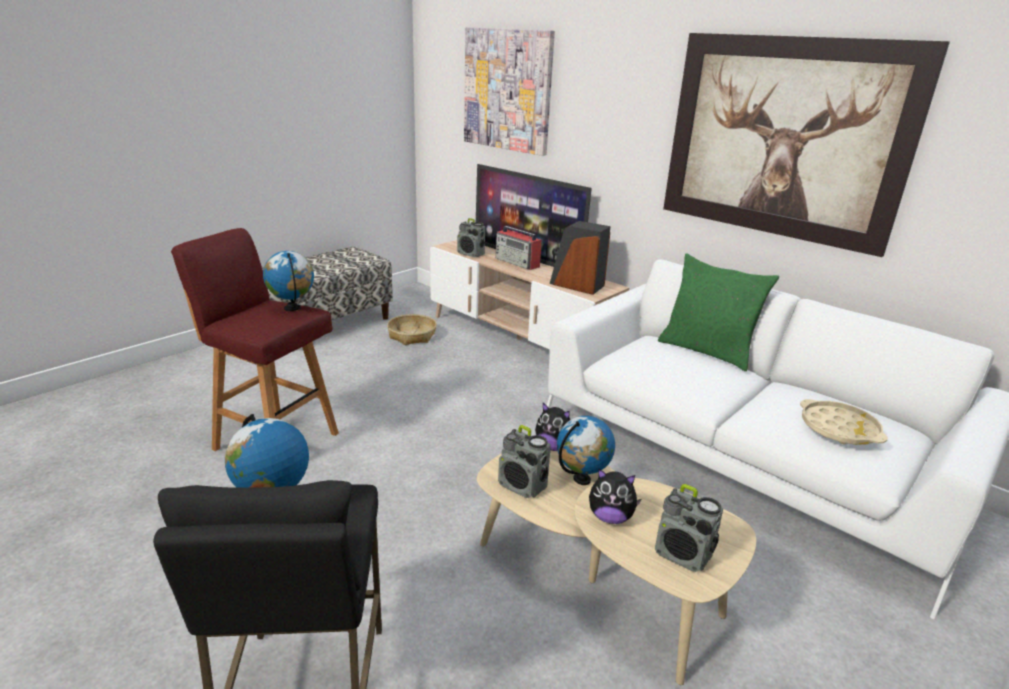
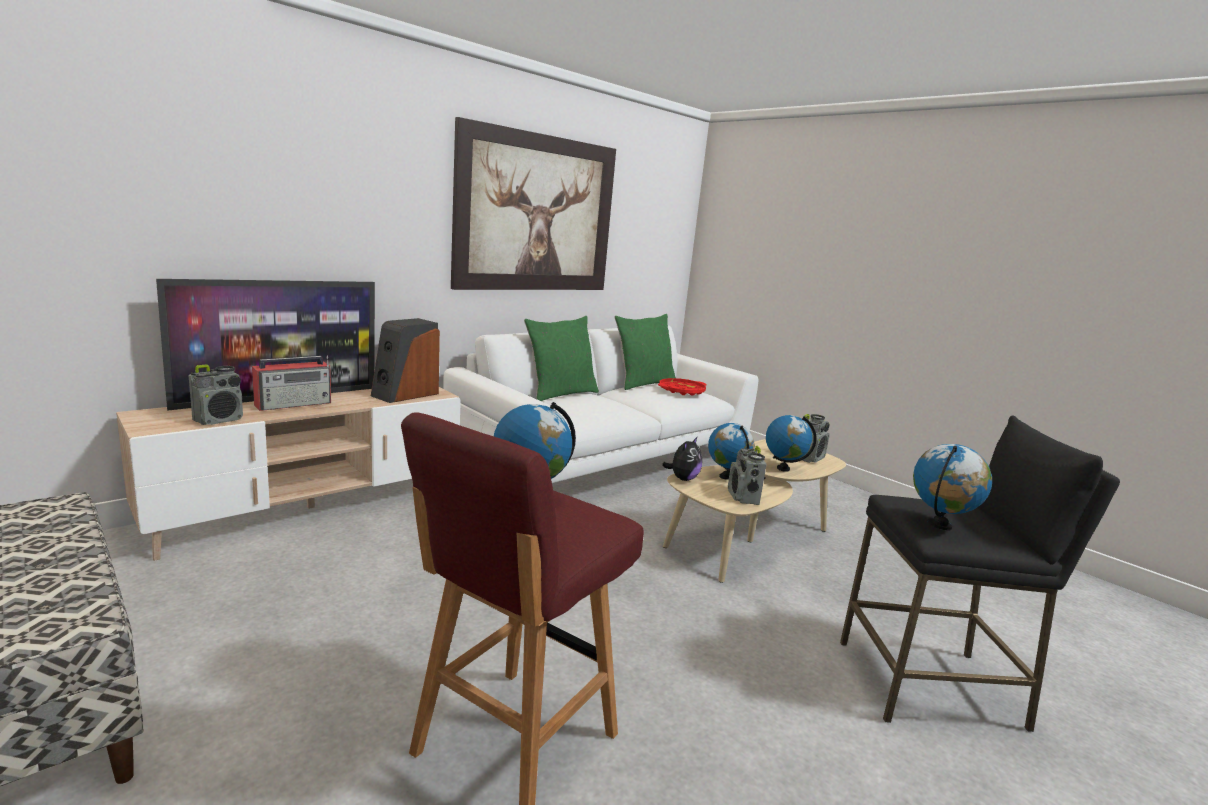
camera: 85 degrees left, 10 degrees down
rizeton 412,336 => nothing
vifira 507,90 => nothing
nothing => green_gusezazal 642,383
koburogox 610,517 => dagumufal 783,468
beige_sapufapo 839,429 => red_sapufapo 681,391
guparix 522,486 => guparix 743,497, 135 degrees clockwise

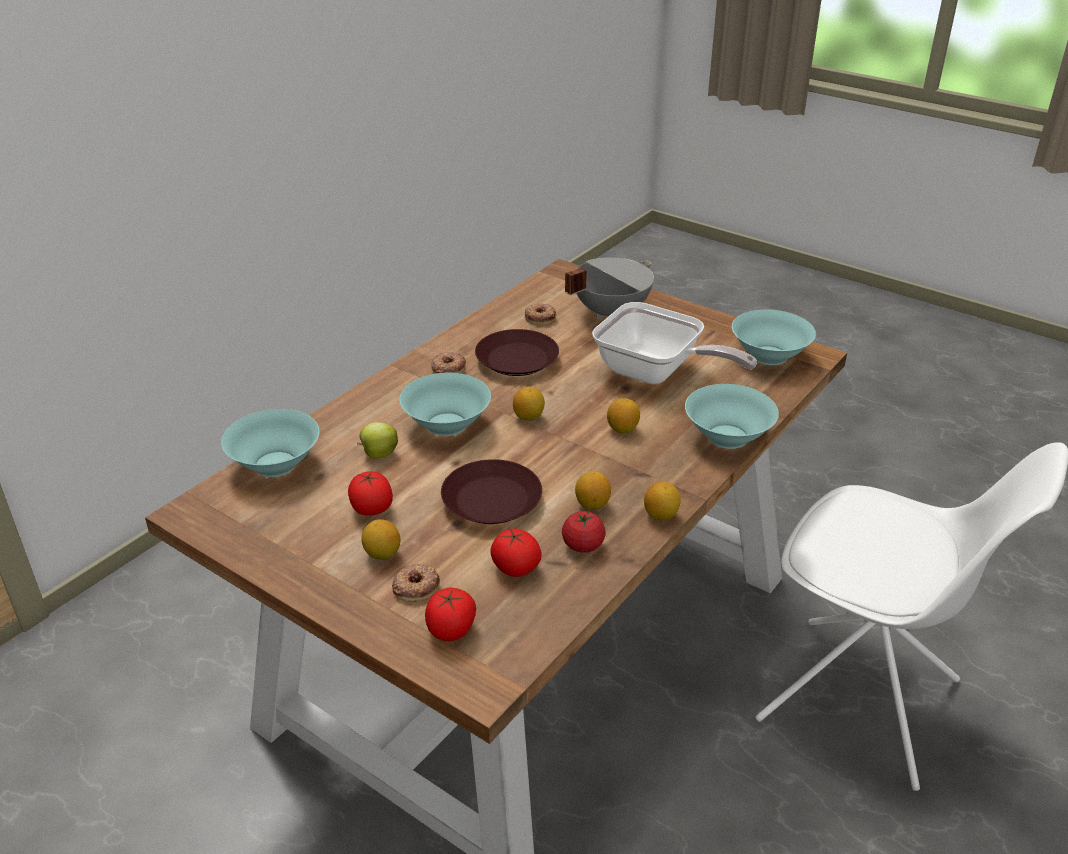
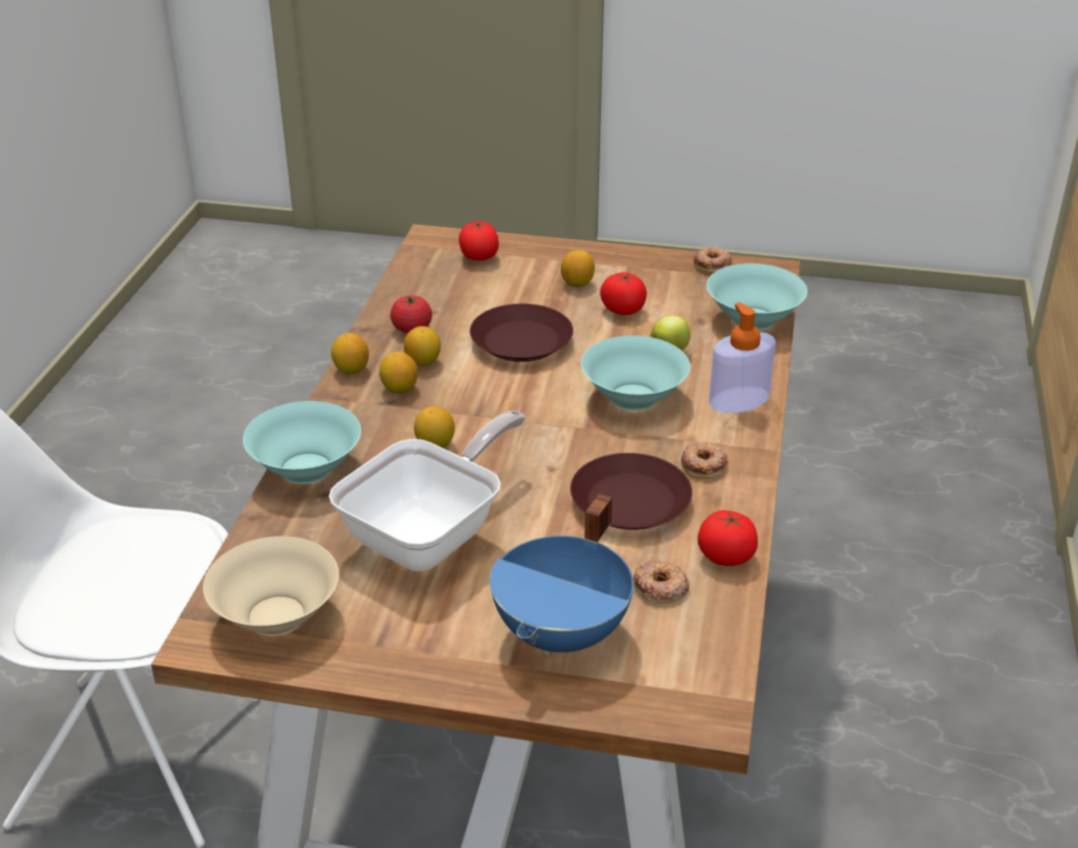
camera: 155 degrees right, 0 degrees up
nothing => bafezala 739,400
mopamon 415,586 => mopamon 712,264, shifted
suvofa 515,568 => suvofa 726,556, shifted
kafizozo 528,417 => kafizozo 399,389, shifted
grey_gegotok 609,312 => blue_gegotok 564,634
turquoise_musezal 769,356 => beige_musezal 276,615
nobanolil 656,373 => nobanolil 432,534, 120 degrees clockwise

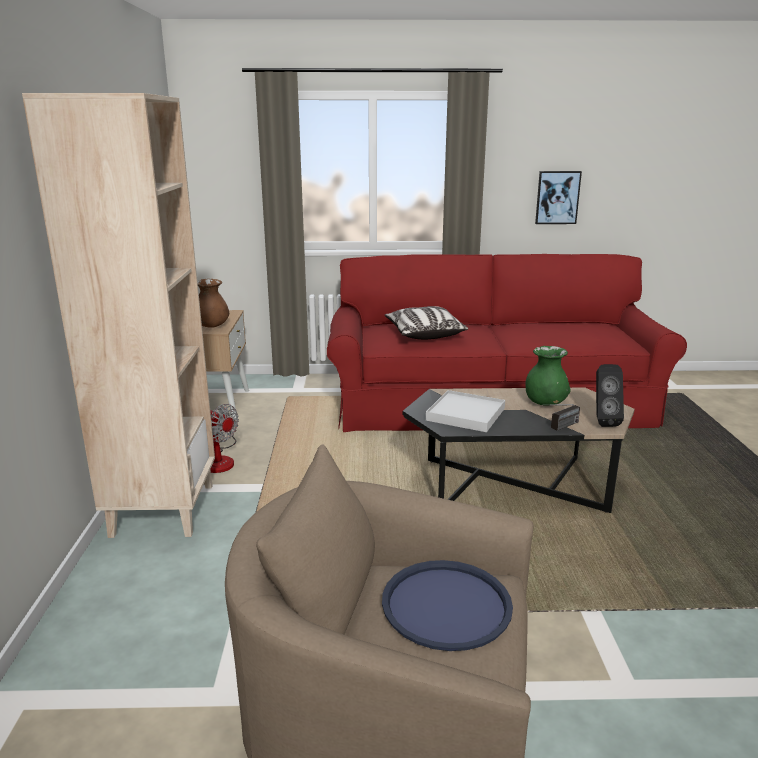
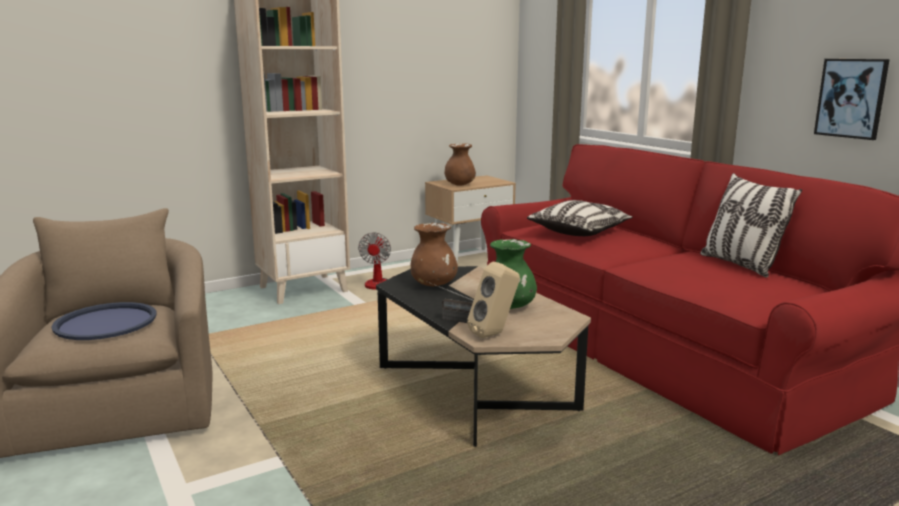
camera: 60 degrees right, 5 degrees down
nothing => gusezazal 740,265
white_sapufapo 465,414 => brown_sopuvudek 434,284
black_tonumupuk 602,421 => beige_tonumupuk 495,334

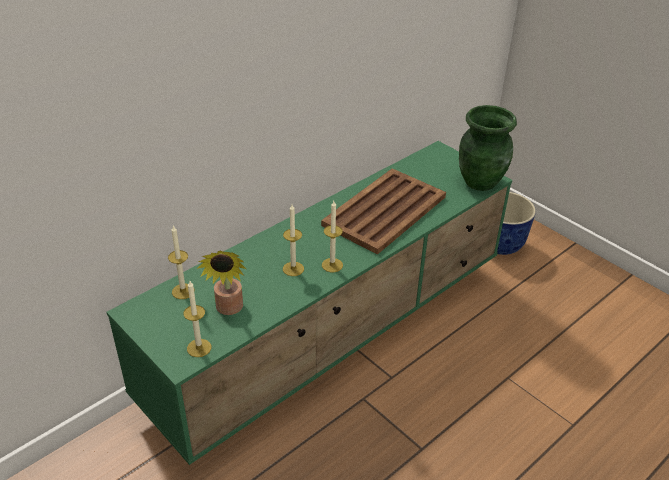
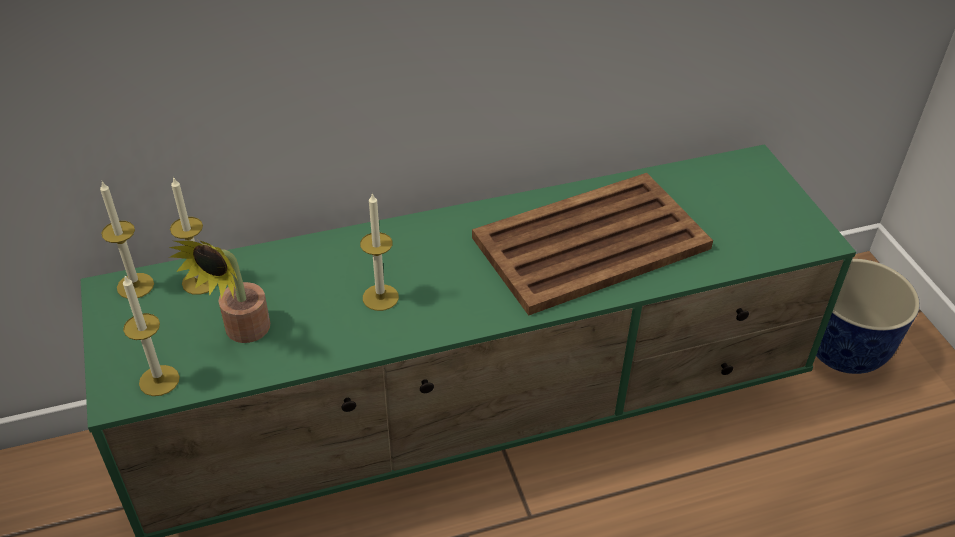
camera: 25 degrees right, 5 degrees up
green_sopuvudek 480,182 => nothing
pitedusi 332,265 => pitedusi 135,286, shifted

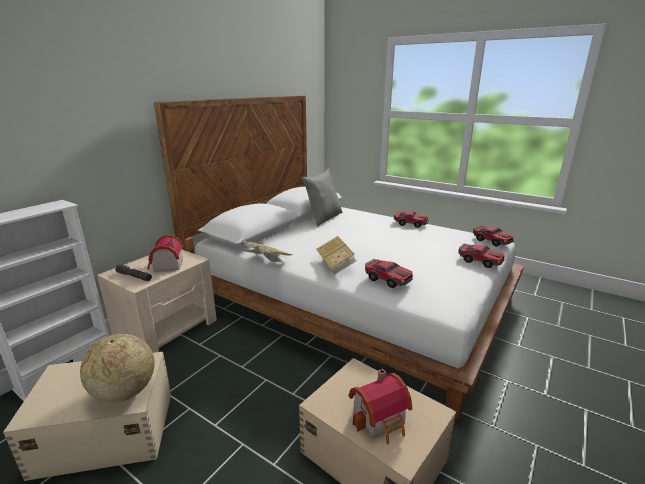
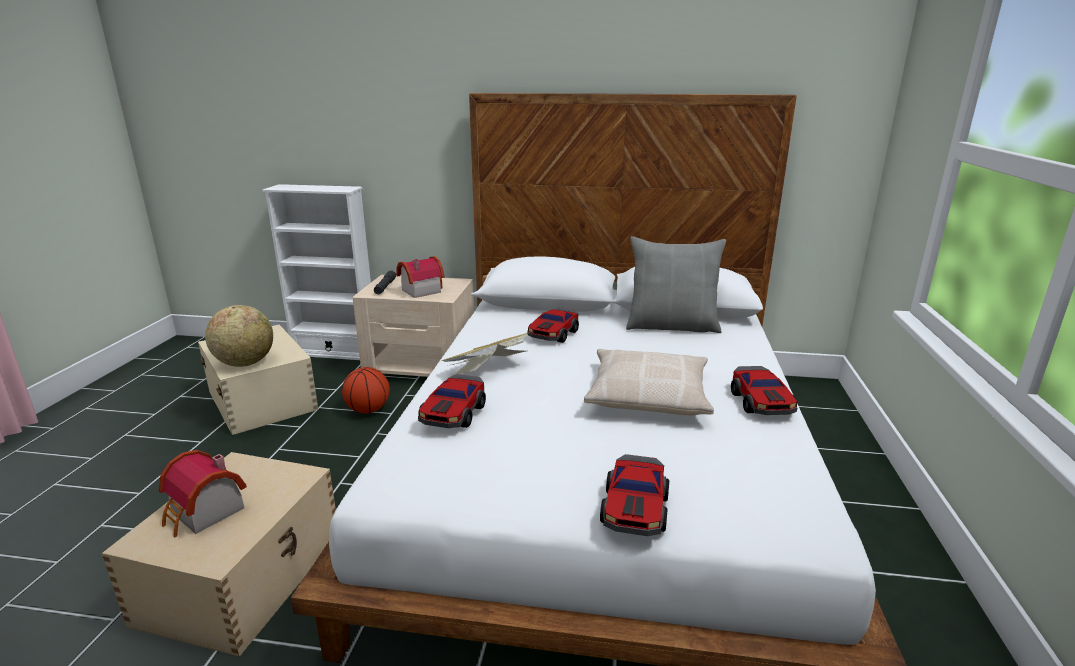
camera: 65 degrees right, 0 degrees up
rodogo 266,261 => nothing
nothing => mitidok 368,410
nothing => beige_gusezazal 648,394
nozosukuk 492,240 => nozosukuk 554,334, shifted

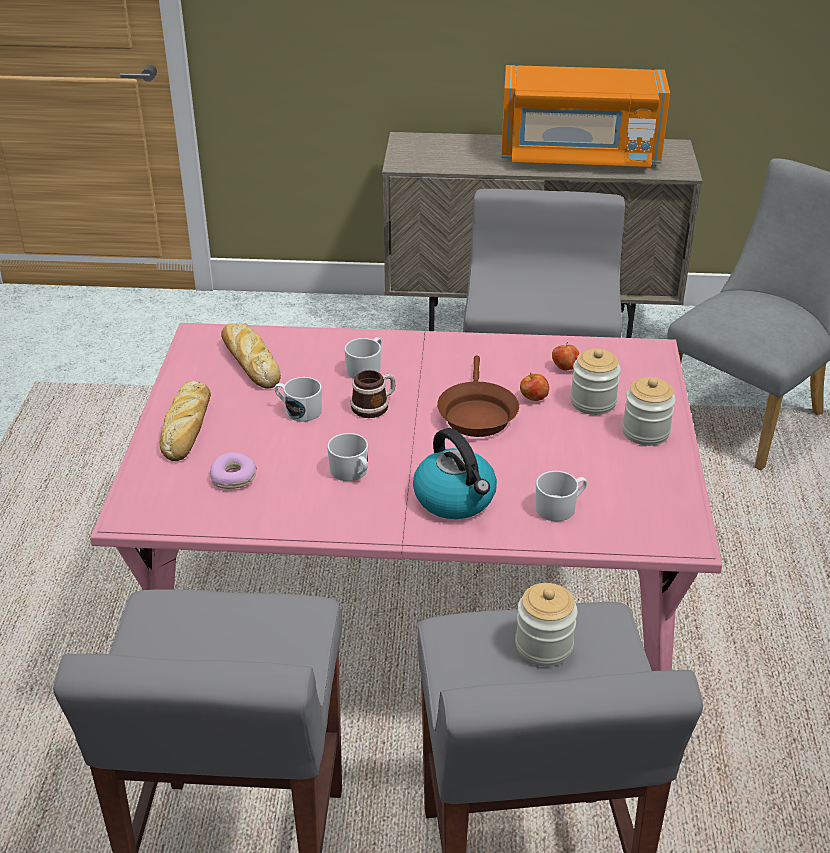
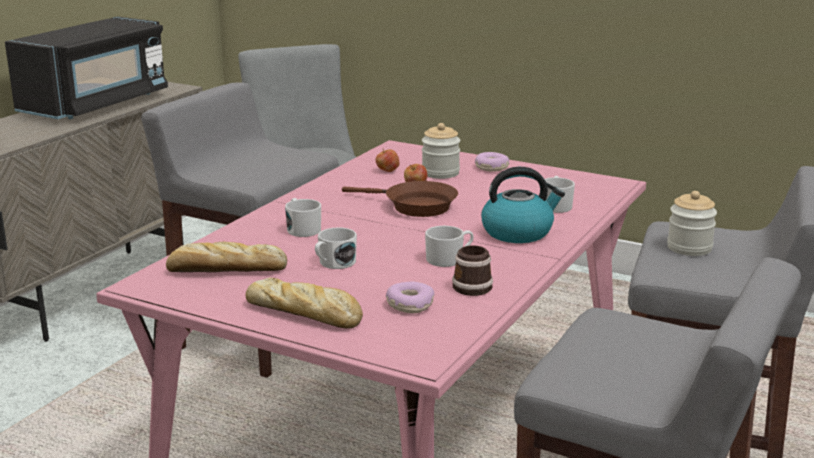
camera: 65 degrees left, 15 degrees down
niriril 374,406 => niriril 470,285, shifted
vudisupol 645,432 => mopamon 492,168
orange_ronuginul 579,156 => black_ronuginul 97,104

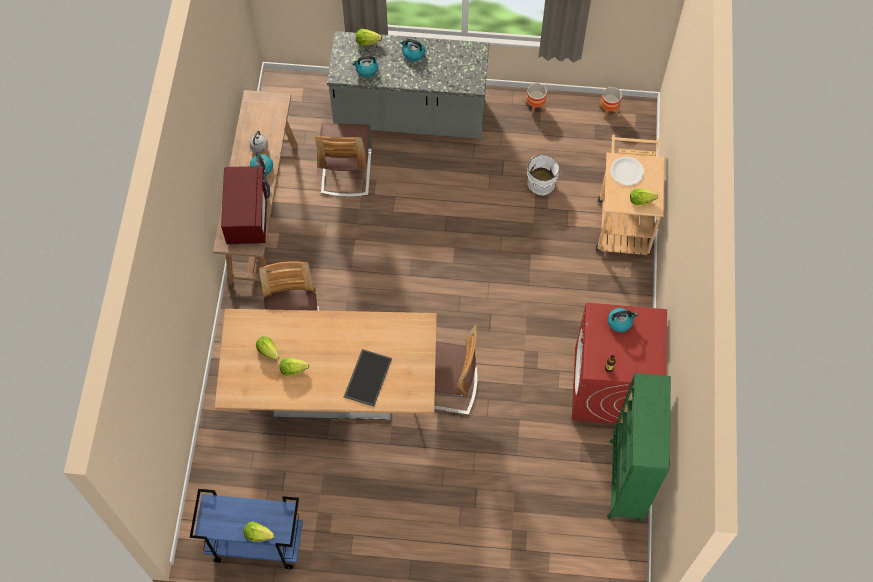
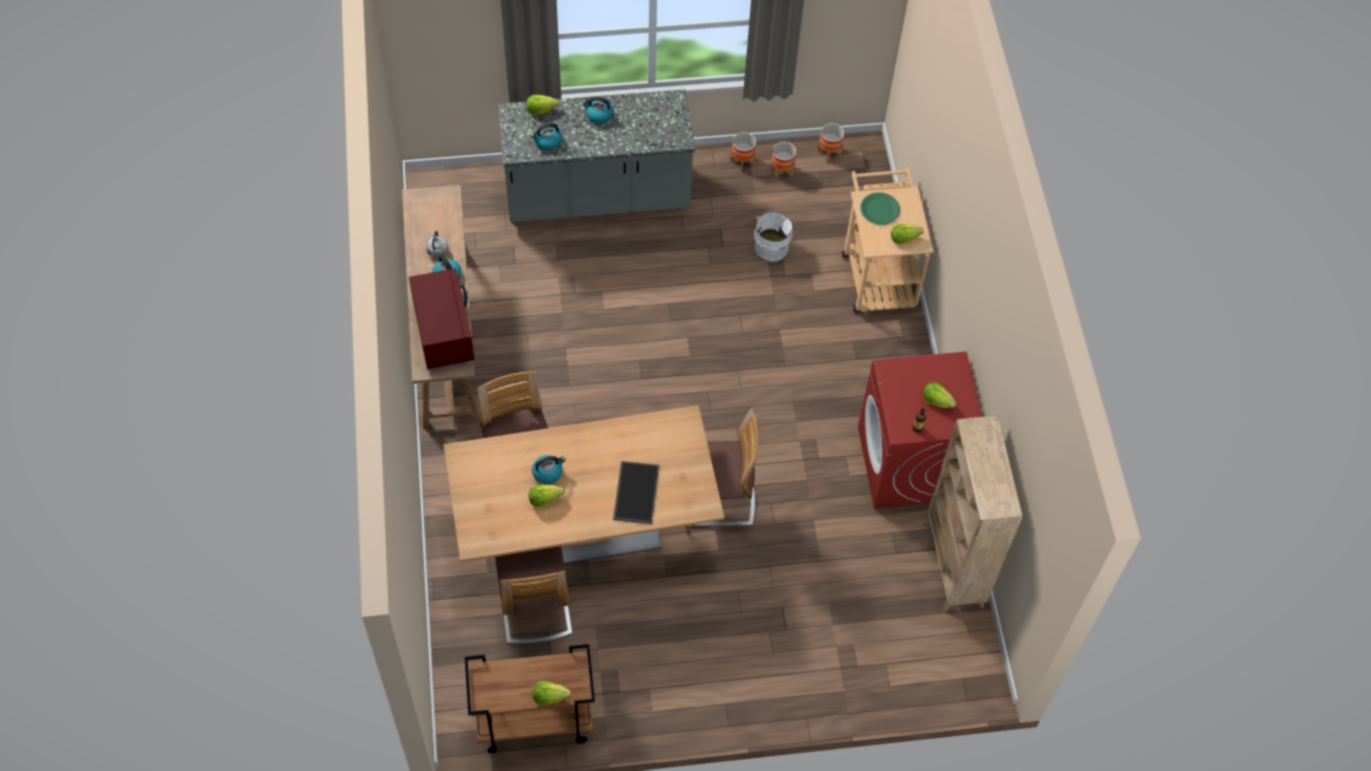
camera: 15 degrees left, 5 degrees down
nothing => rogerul 782,171
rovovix 268,351 => rovovix 936,400, shifted
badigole 346,171 => badigole 535,605, shifted
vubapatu 620,322 => vubapatu 548,472, shifted
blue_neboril 255,543 => brown_neboril 533,721
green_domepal 625,480 => beige_domepal 953,565
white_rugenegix 627,172 => green_rugenegix 880,209

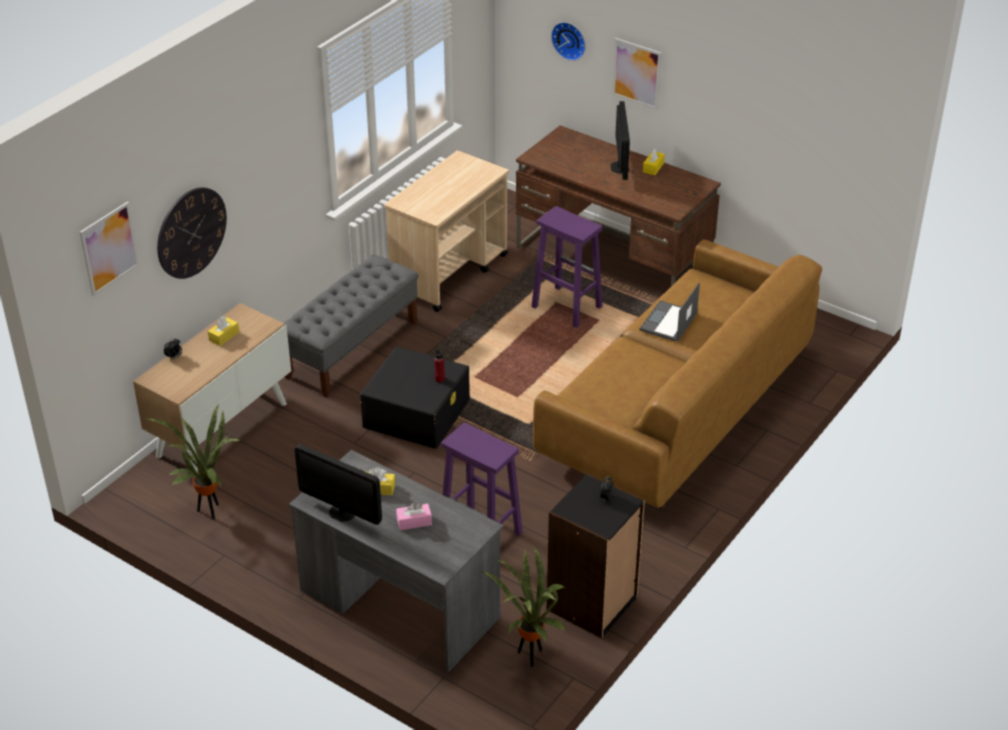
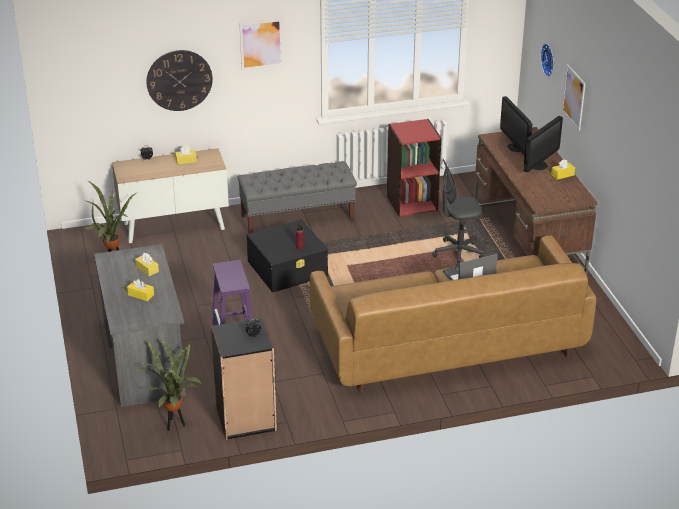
camera: 40 degrees right, 5 degrees down
vifira 109,248 => vifira 261,44, shifted
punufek 342,512 => punufek 515,147, shifted
beige_neboril 449,272 => red_domepal 411,203
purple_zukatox 565,307 => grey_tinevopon 458,253
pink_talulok 414,522 => yellow_talulok 141,295

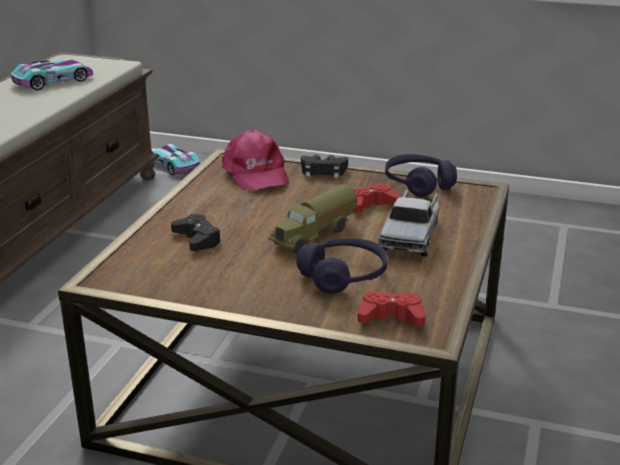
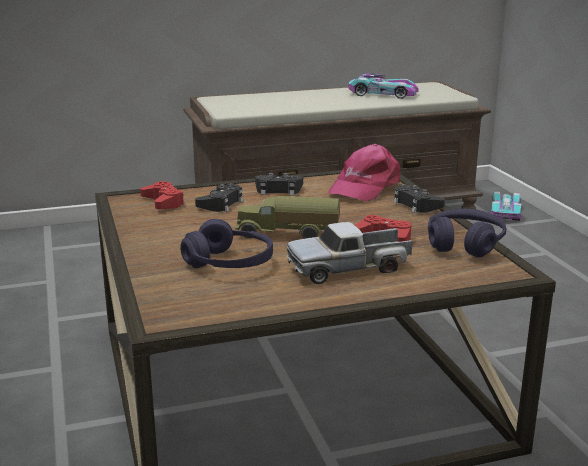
camera: 55 degrees right, 5 degrees down
nothing => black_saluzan 278,190
red_saluzan 391,317 => red_saluzan 163,202, shifted

